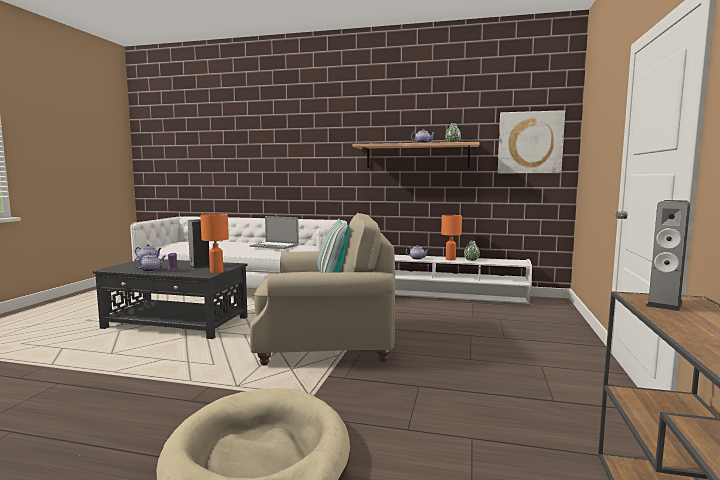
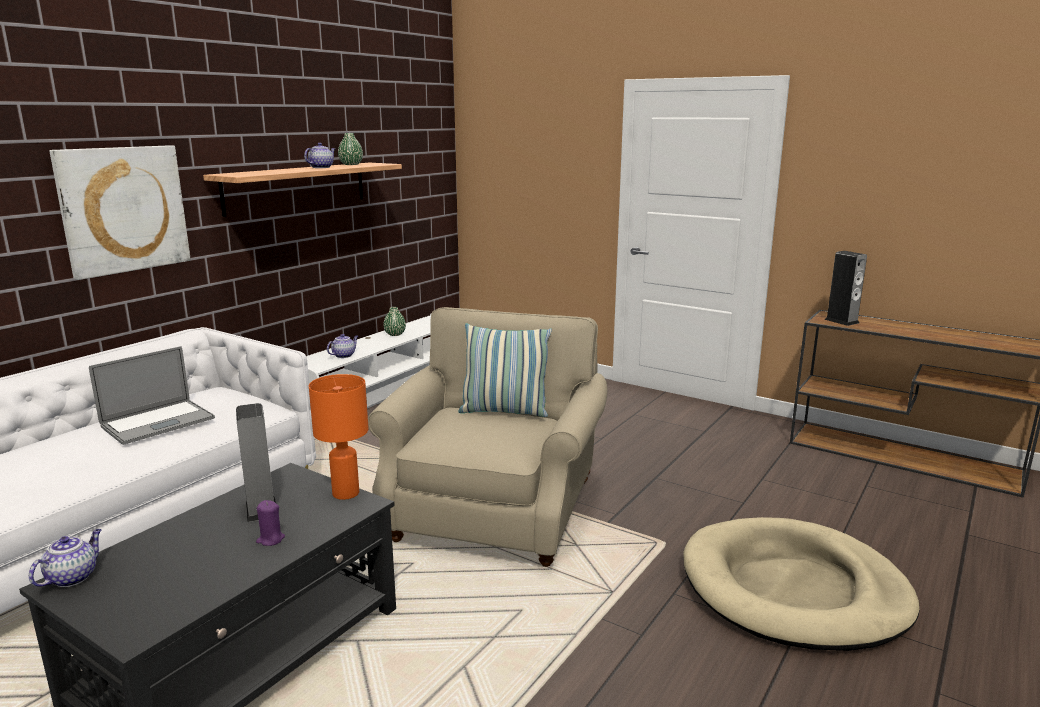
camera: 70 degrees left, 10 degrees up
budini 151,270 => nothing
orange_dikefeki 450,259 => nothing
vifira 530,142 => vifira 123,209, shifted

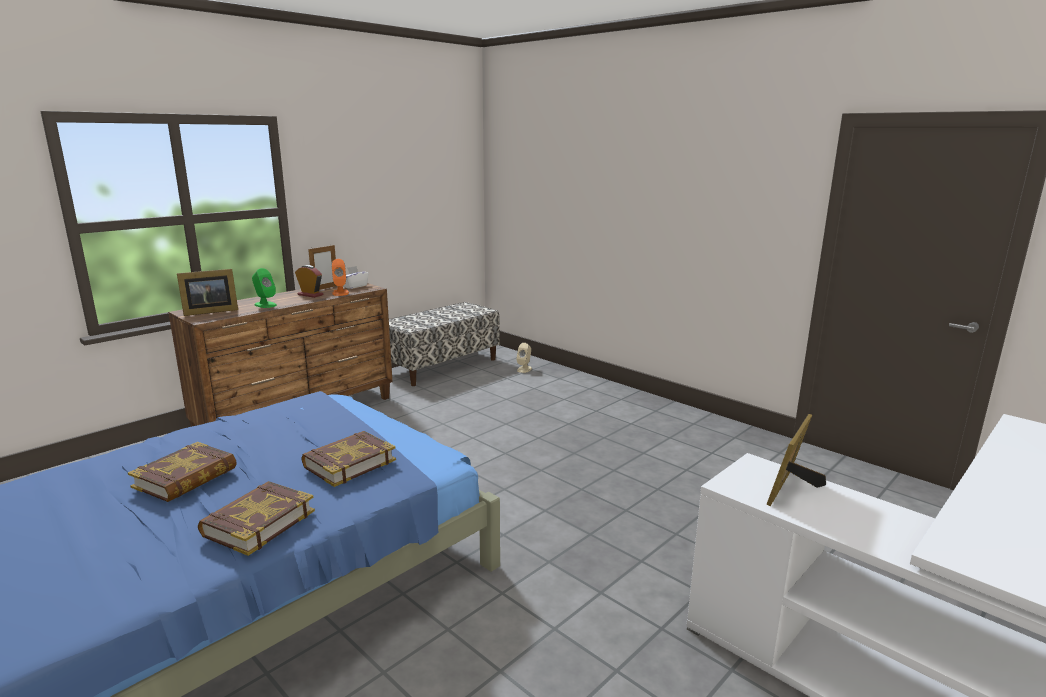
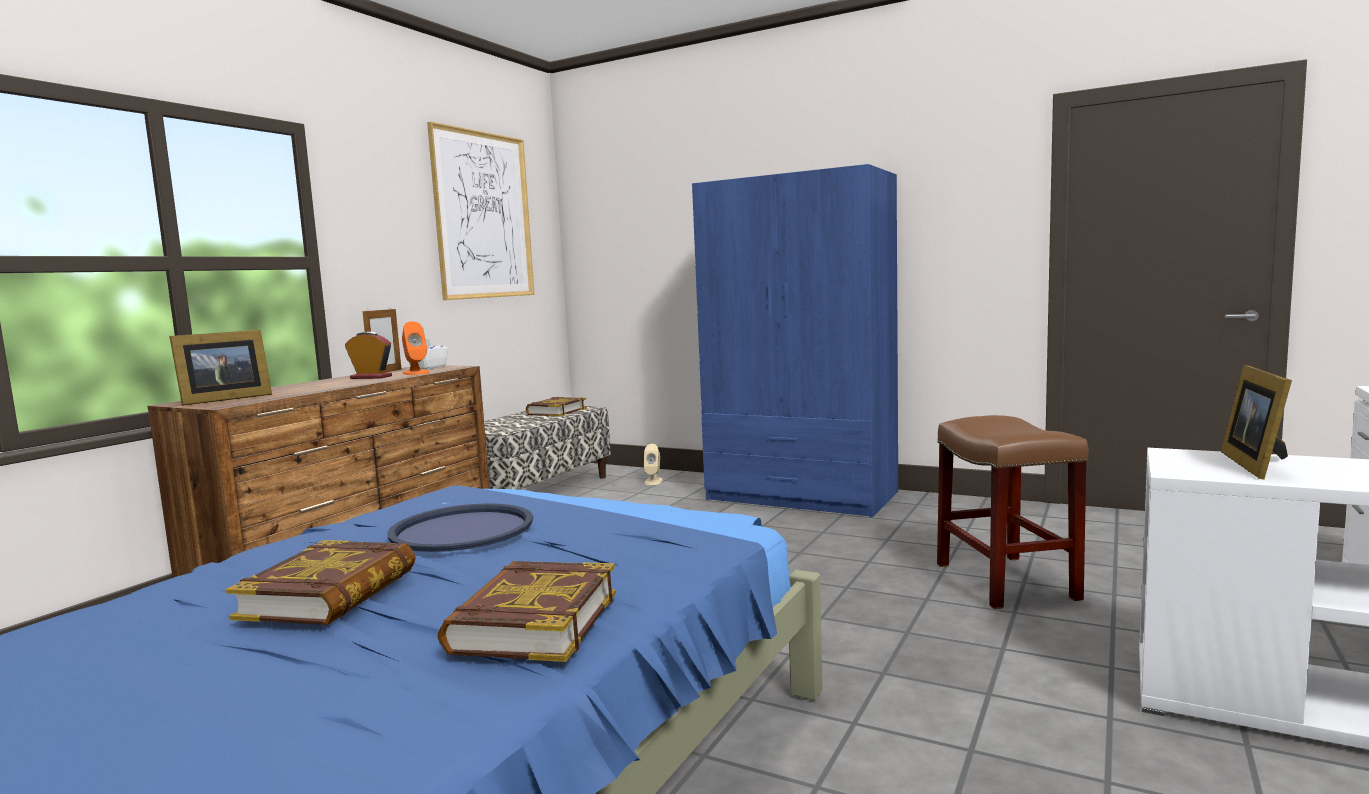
camera: 15 degrees left, 10 degrees down
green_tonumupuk 265,305 => nothing
nothing => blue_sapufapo 462,530
nothing => vifira 483,215
nothing => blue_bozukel 802,496
nothing => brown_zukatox 1003,581
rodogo 349,463 => rodogo 556,411, shifted

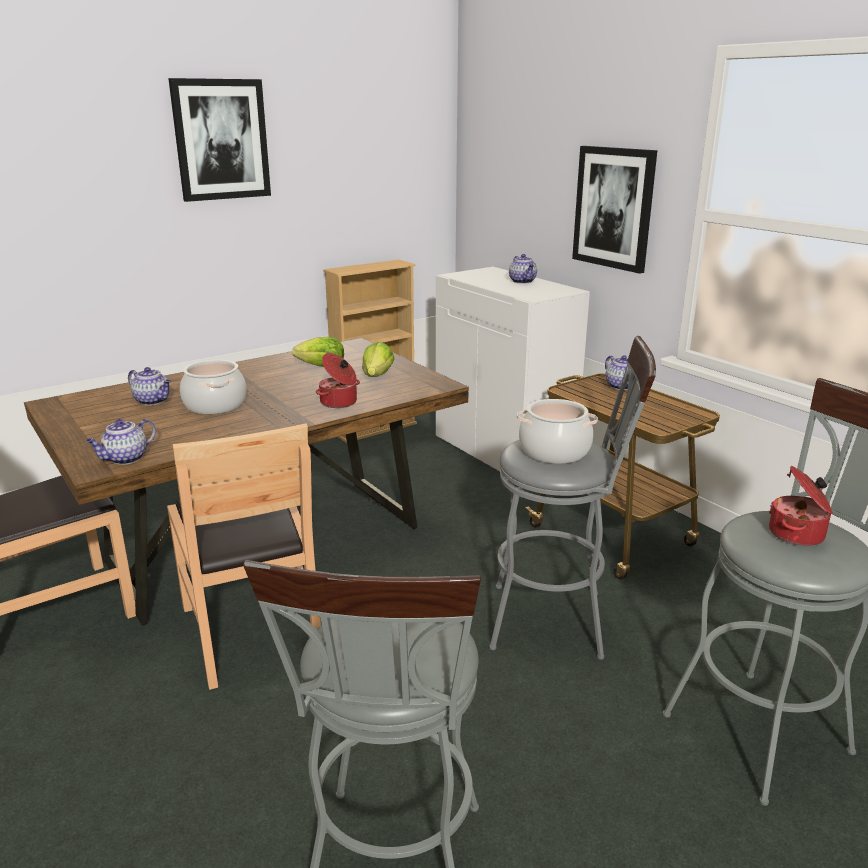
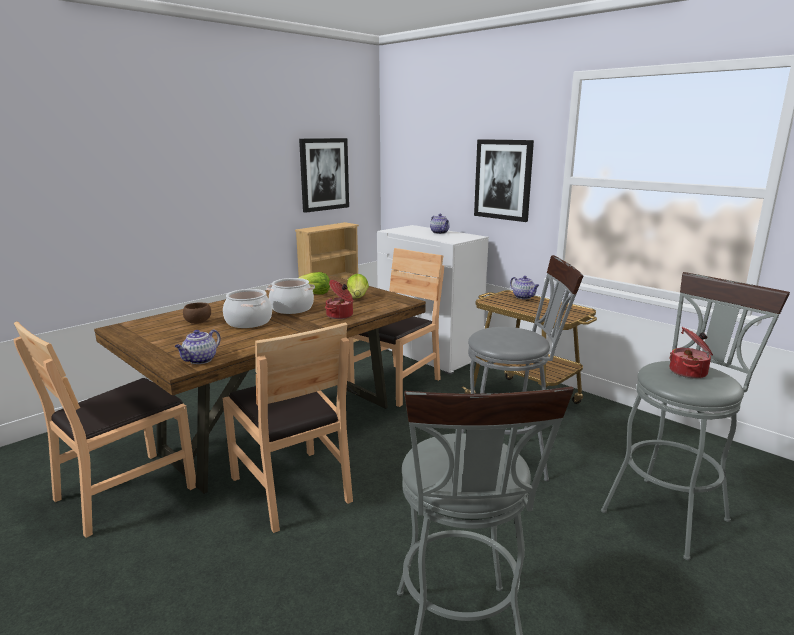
camera: 10 degrees left, 5 degrees down
nothing => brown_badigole 396,384
vifira 221,140 => vifira 324,174, shifted
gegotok 554,451 => gegotok 291,309, shifted
budini 153,401 => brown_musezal 199,322

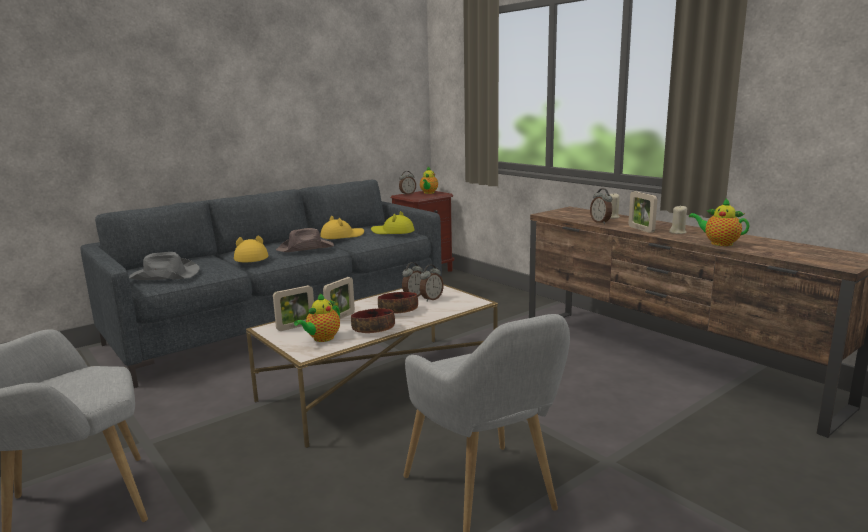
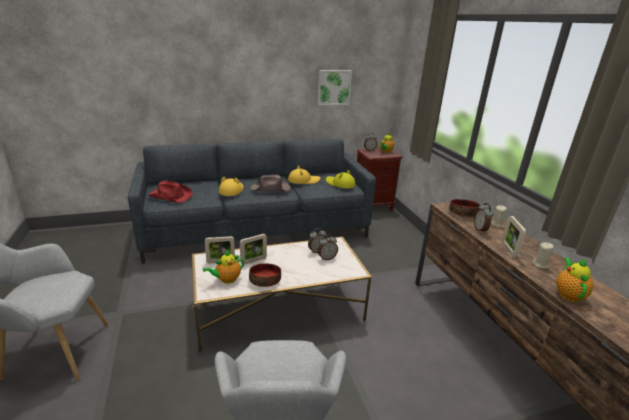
camera: 20 degrees right, 10 degrees up
nothing => vifira 333,87
musezal 398,311 => musezal 463,213, shifted
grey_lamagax 164,275 => red_lamagax 171,195
budini 718,243 => budini 568,294, 45 degrees clockwise

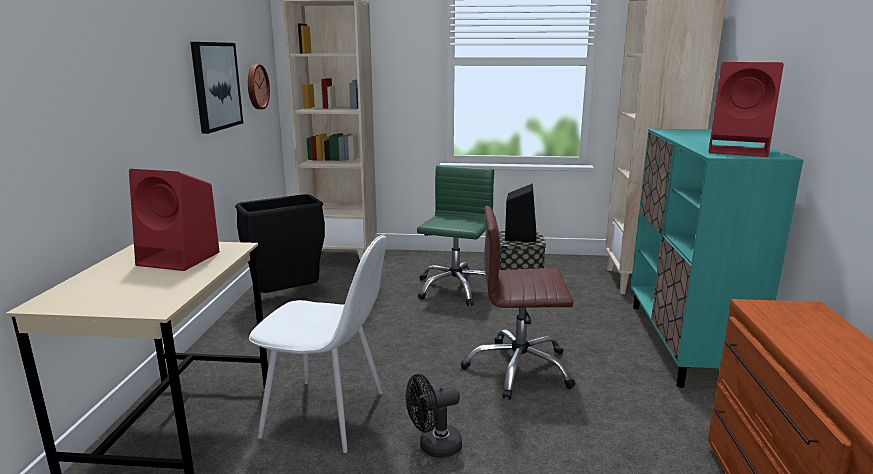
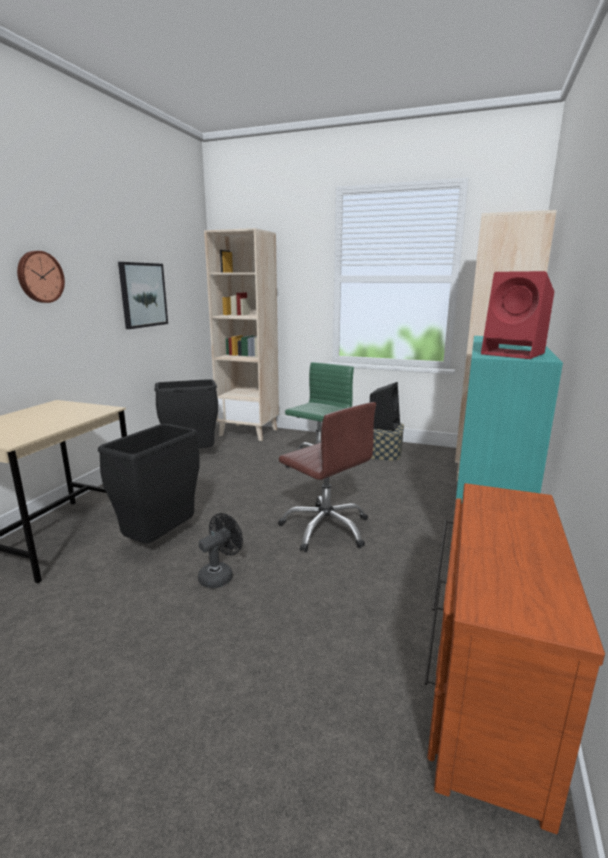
camera: 15 degrees right, 0 degrees up
red_tonumupuk 181,258 => nothing
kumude 256,87 => kumude 39,277, shifted
white_badigole 327,415 => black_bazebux 161,541
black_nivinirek 433,447 => black_nivinirek 220,575, 135 degrees clockwise
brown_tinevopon 519,369 => brown_tinevopon 326,528, 150 degrees counterclockwise

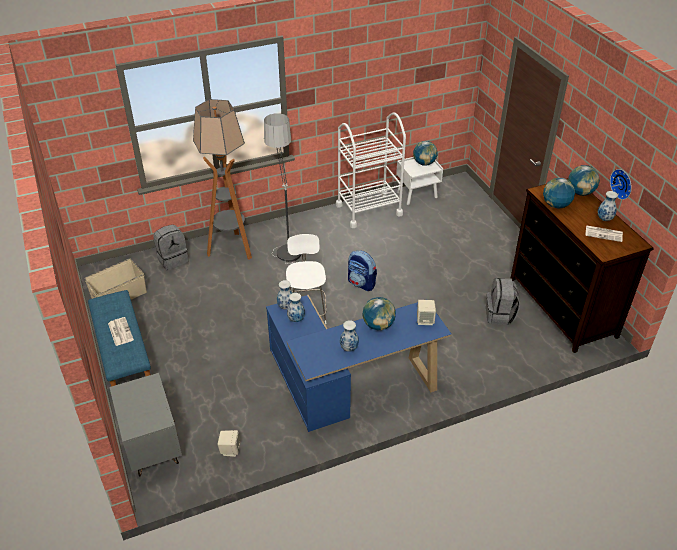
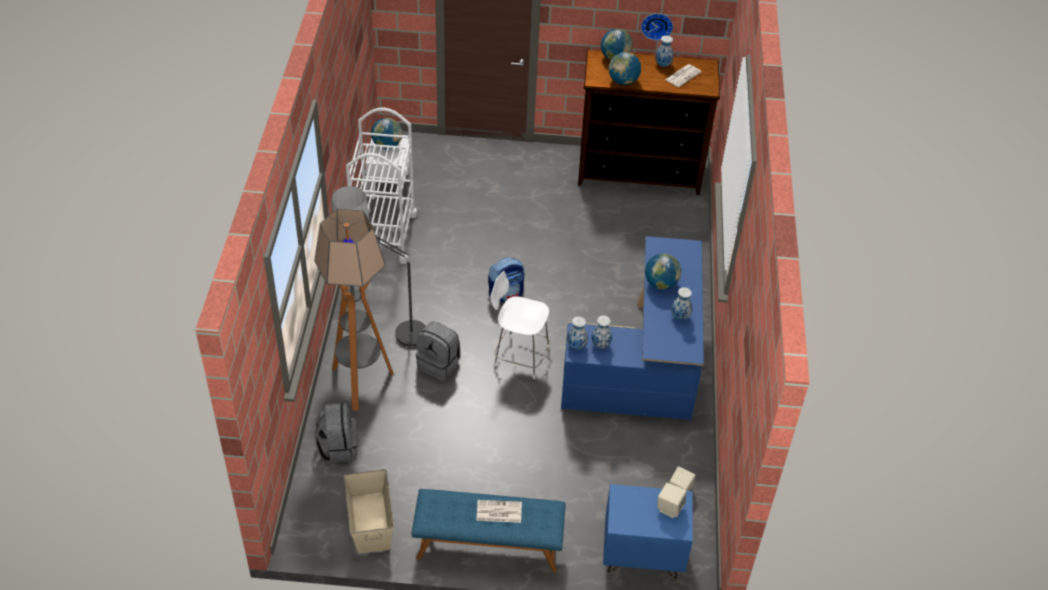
camera: 65 degrees left, 5 degrees up
beige_tonumupuk 425,320 => beige_tonumupuk 669,508, shifted
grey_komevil 500,315 => grey_komevil 439,364, shifted
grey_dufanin 152,447 => blue_dufanin 641,556

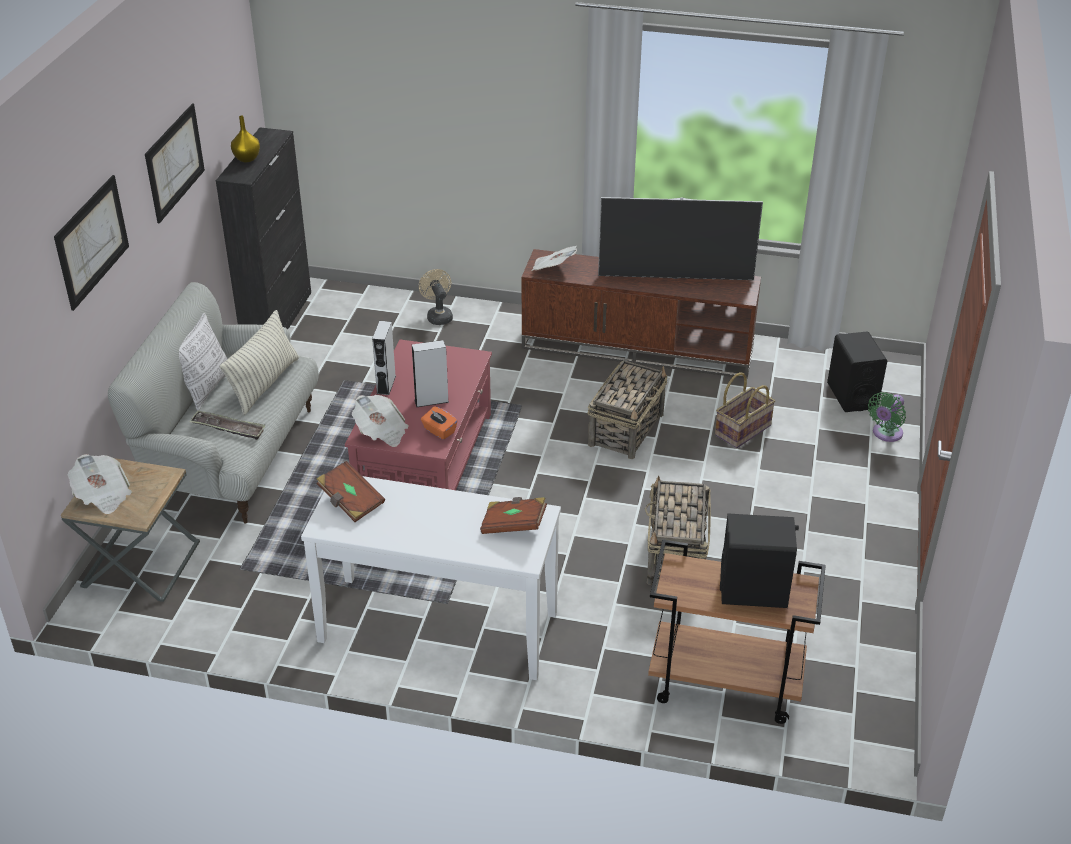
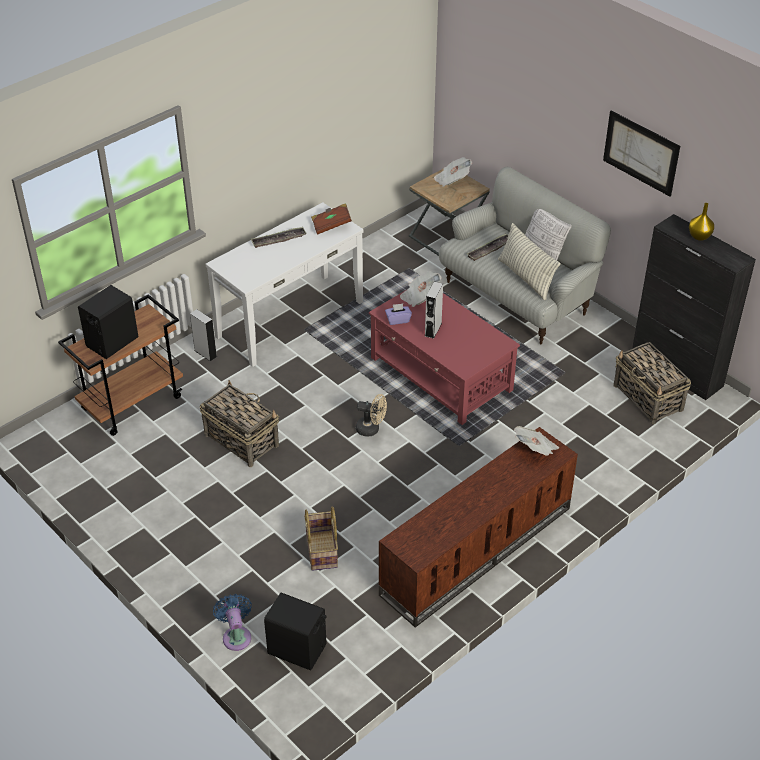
camera: 125 degrees right, 5 degrees up
vifira 92,241 => nothing
brown_rodogo 513,525 => nothing
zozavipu 675,277 => nothing
nothing => sapufapo 278,240
grey_tonumupuk 386,384 => grey_tonumupuk 205,353, shifted
beige_nivinirek 438,316 => beige_nivinirek 371,429, shifted
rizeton 626,429 => rizeton 648,398, shifted
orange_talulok 439,431 => purple_talulok 398,320
green_nivinirek 885,434 => blue_nivinirek 236,635

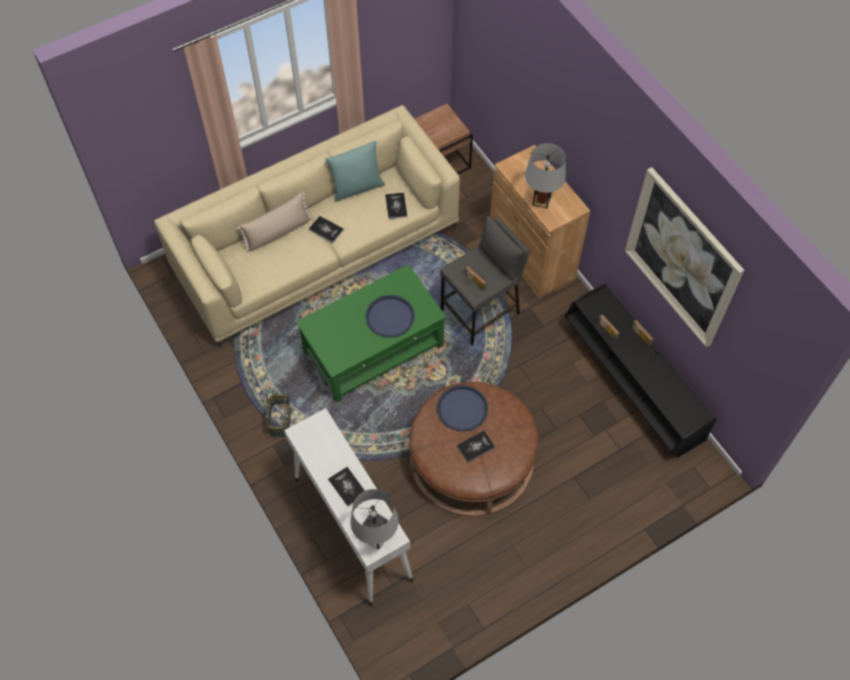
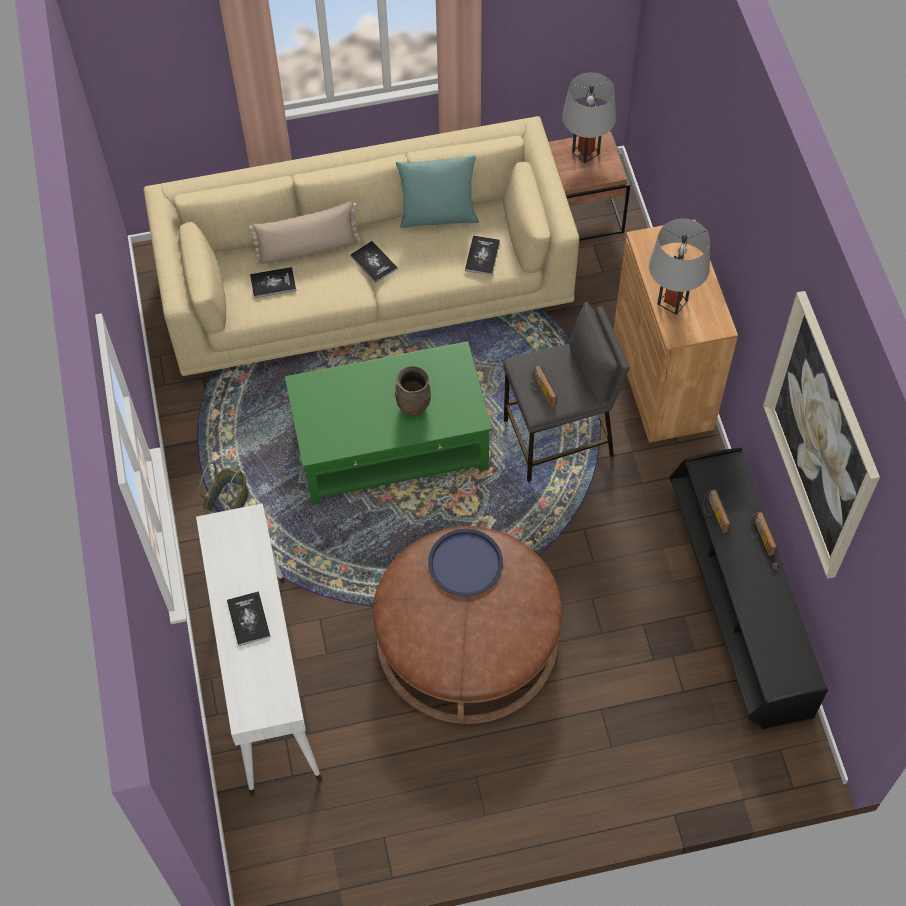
camera: 20 degrees right, 0 degrees up
grey_dikefeki 376,538 => grey_dikefeki 585,152, shifted
rodogo 475,447 => rodogo 273,283, shifted
blue_sapufapo 390,316 => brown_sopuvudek 414,406

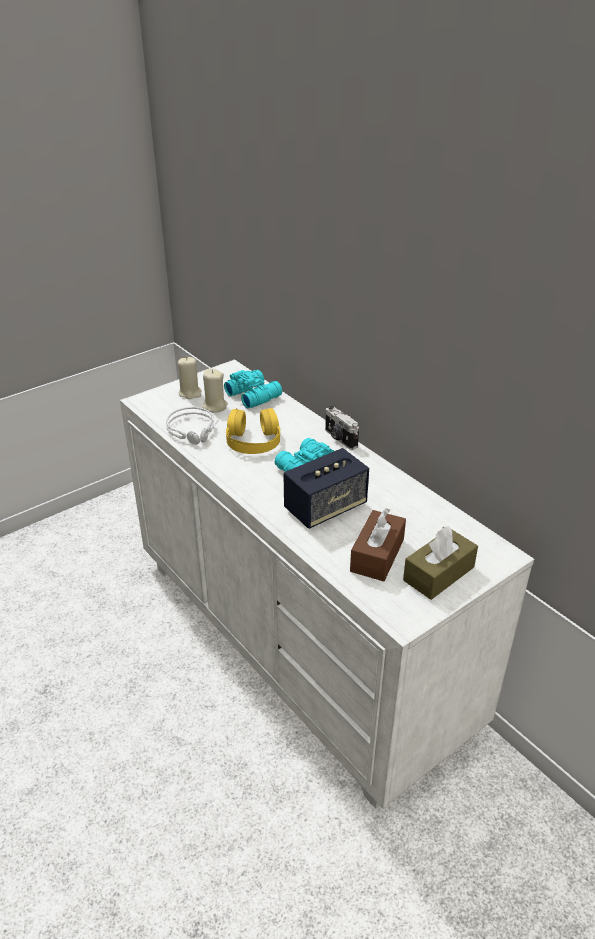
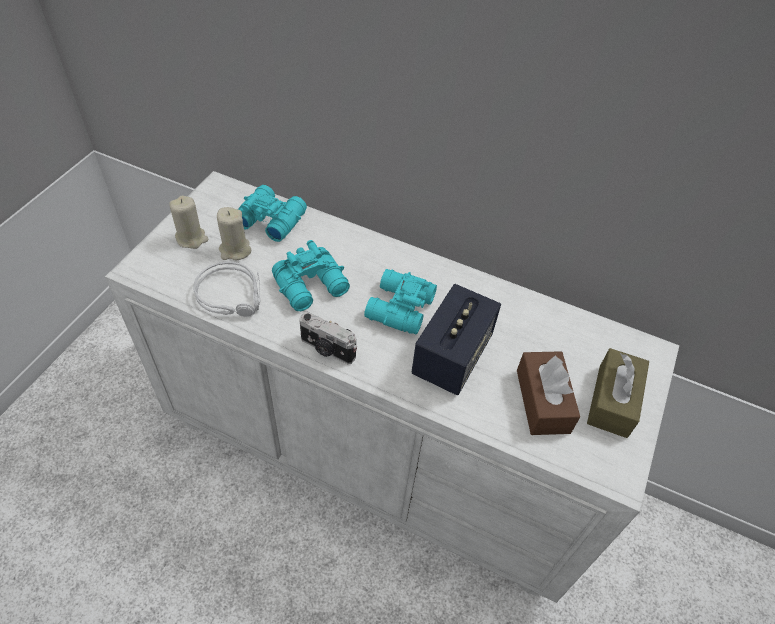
camera: 30 degrees left, 15 degrees up
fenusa 340,439 => fenusa 327,349, shifted
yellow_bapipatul 253,440 => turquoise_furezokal 313,286

